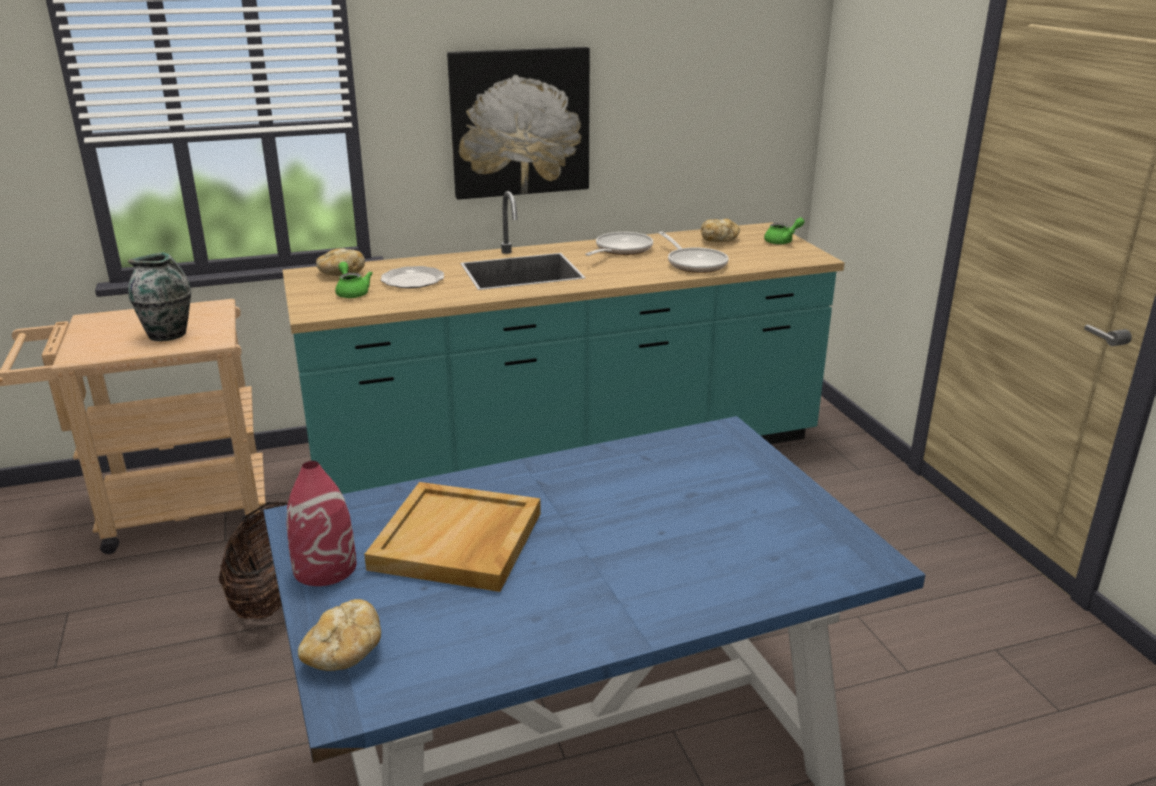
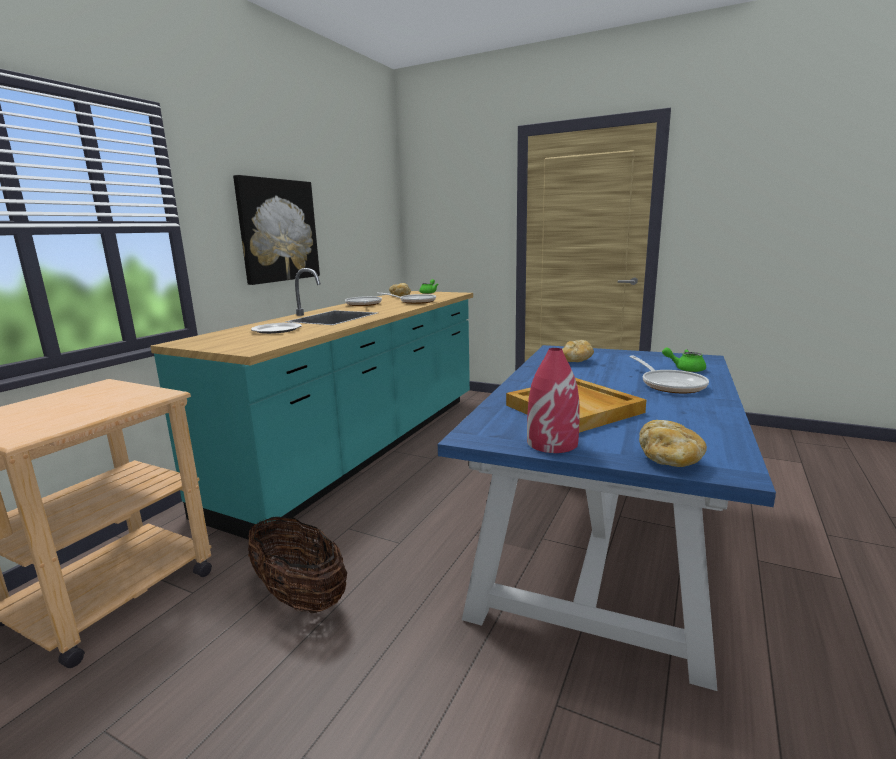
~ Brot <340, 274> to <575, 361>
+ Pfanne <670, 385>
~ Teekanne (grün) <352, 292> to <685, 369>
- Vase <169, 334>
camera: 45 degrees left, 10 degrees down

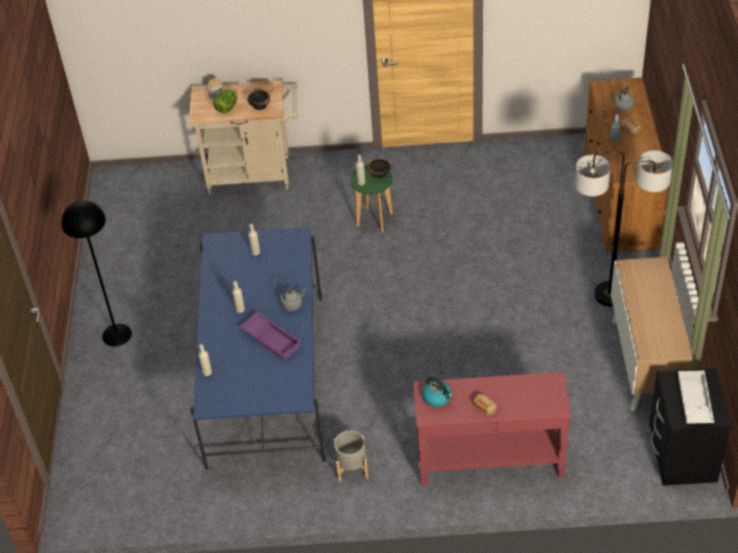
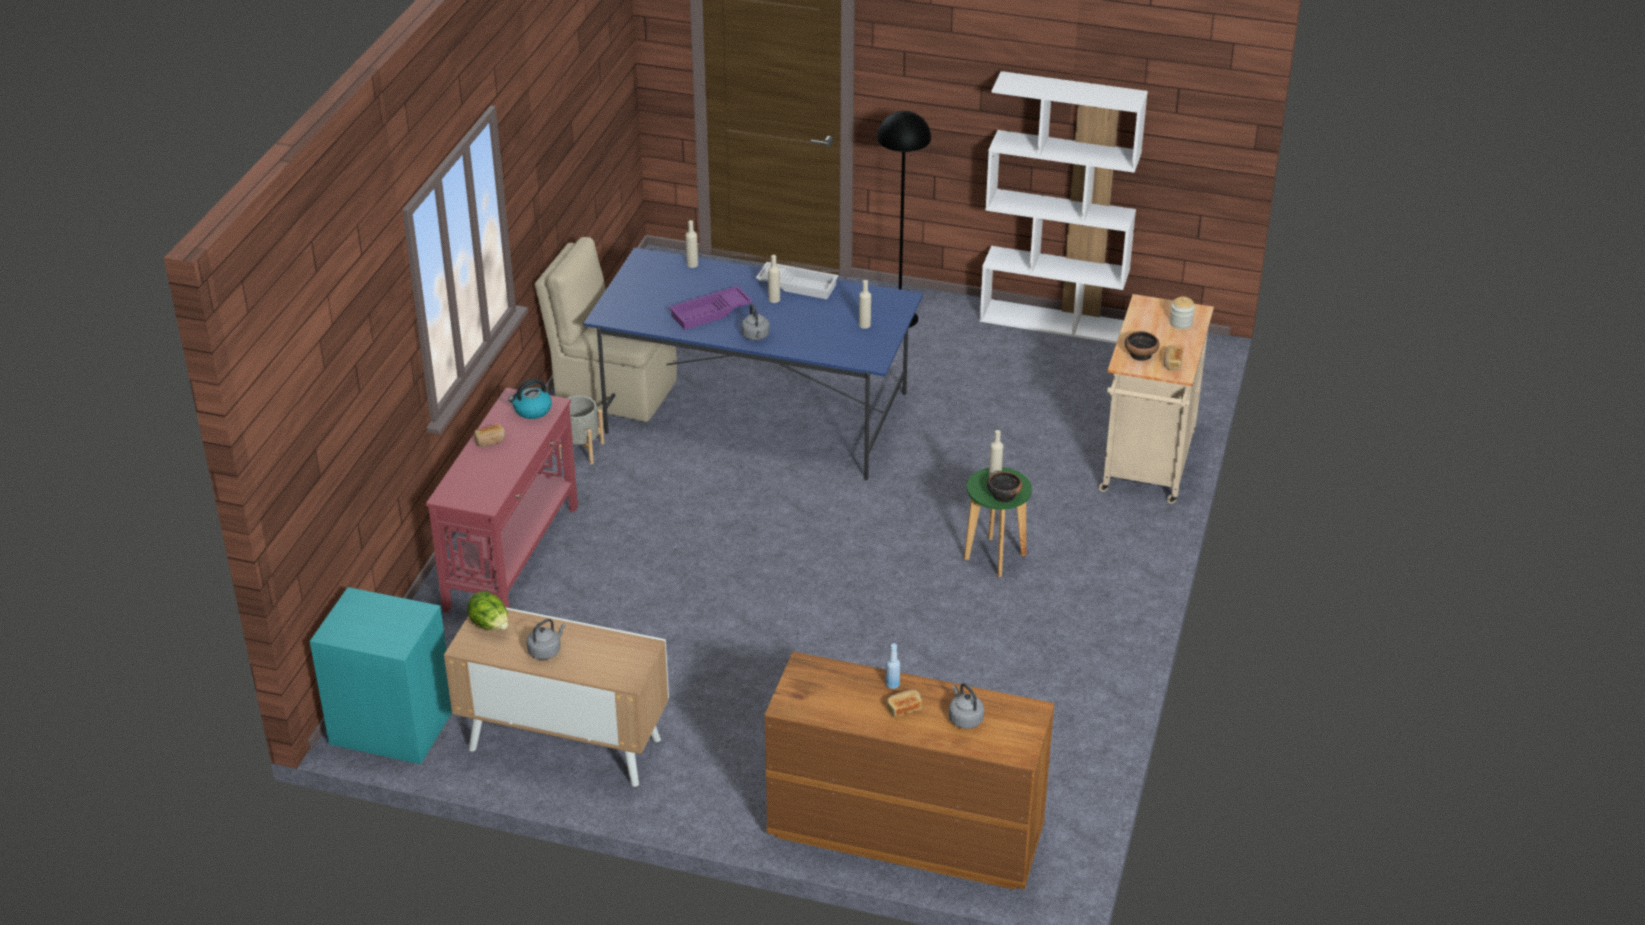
~ Nachttisch (schwarz) <681, 455> to Nachttisch (türkis) <392, 725>
~ Salatkopf <227, 107> to <490, 625>
+ Wasserkessel (grau) <546, 651>
+ Stuhl (beige) <613, 390>
~ Tablett (weiß) <693, 401> to <798, 284>
+ Bücherregal (weiß) <1053, 321>
- Stehlampe <610, 295>
camera: 105 degrees right, 10 degrees down

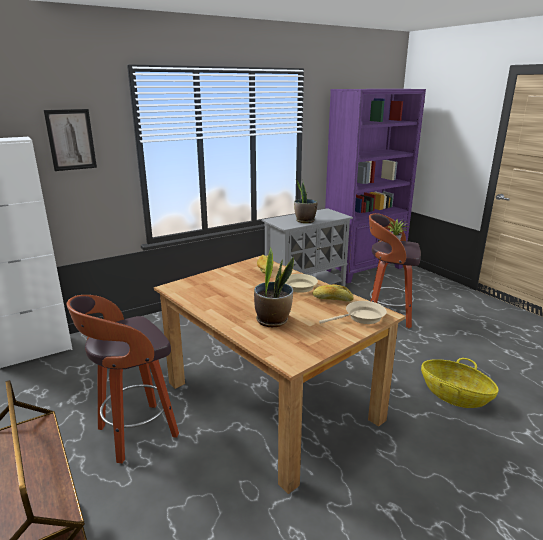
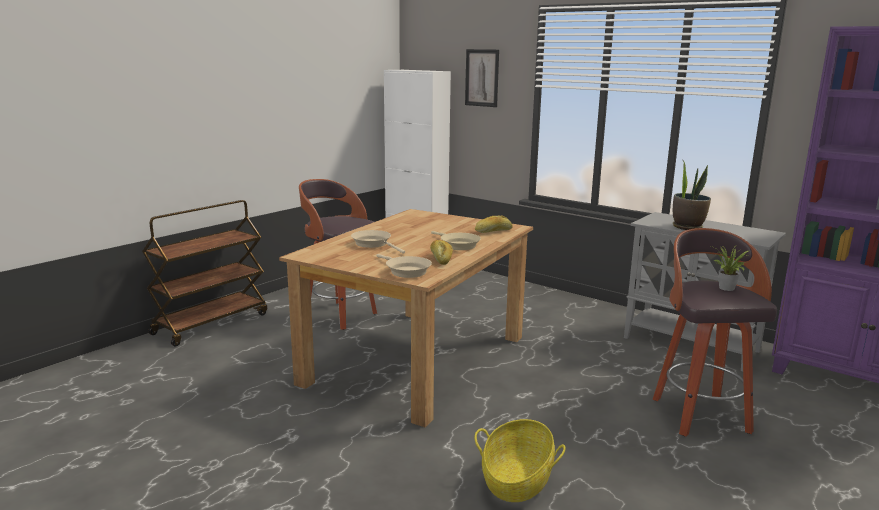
~ Topfpflanze <273, 320> to Pfanne (beige) <374, 244>
camera: 70 degrees right, 5 degrees down

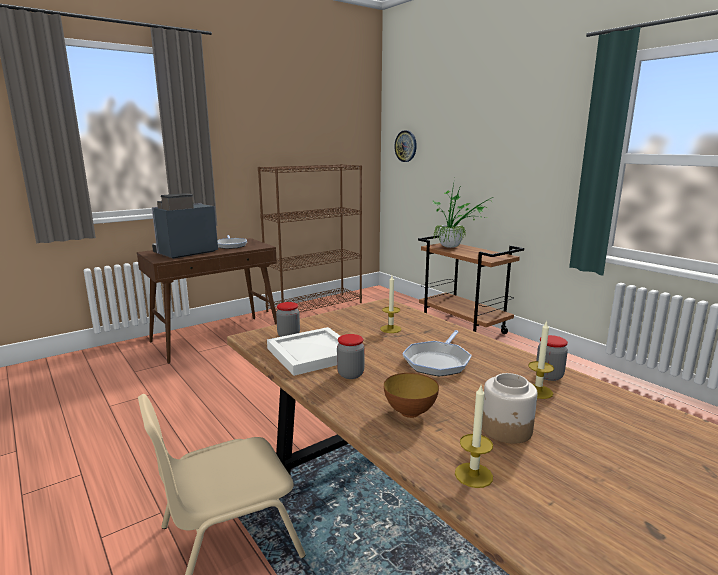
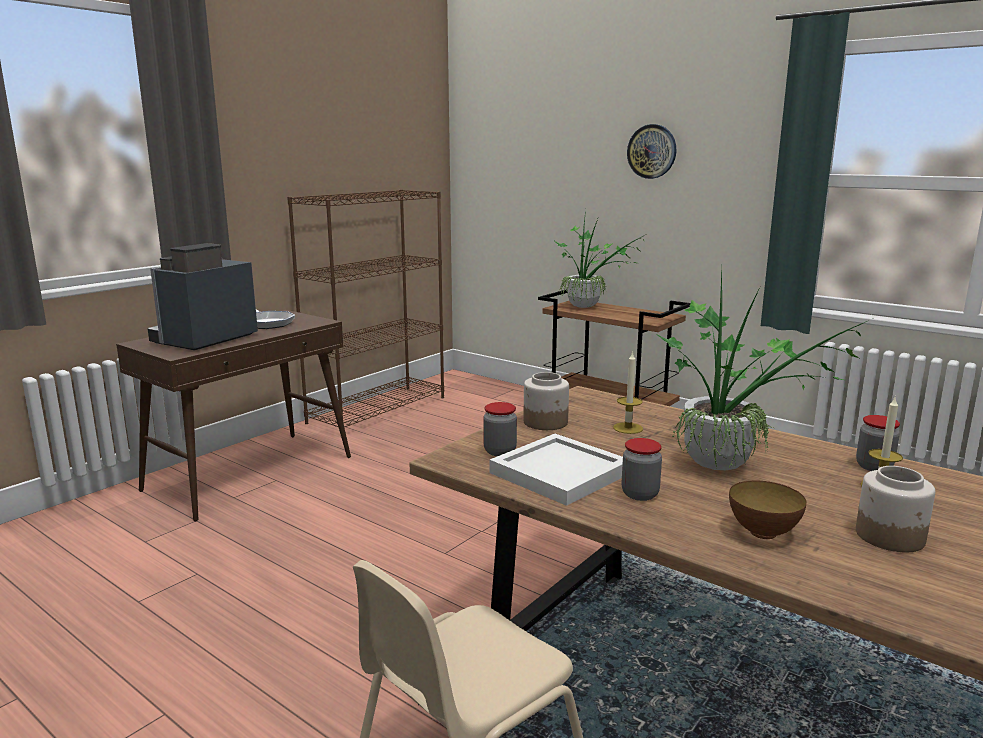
+ Vorratsglas <546, 422>
~ Wanduhr <406, 146> to <652, 151>
~ Pfanne <438, 361> to Topfpflanze <730, 464>
- Kerze <473, 475>
camera: 15 degrees left, 0 degrees up

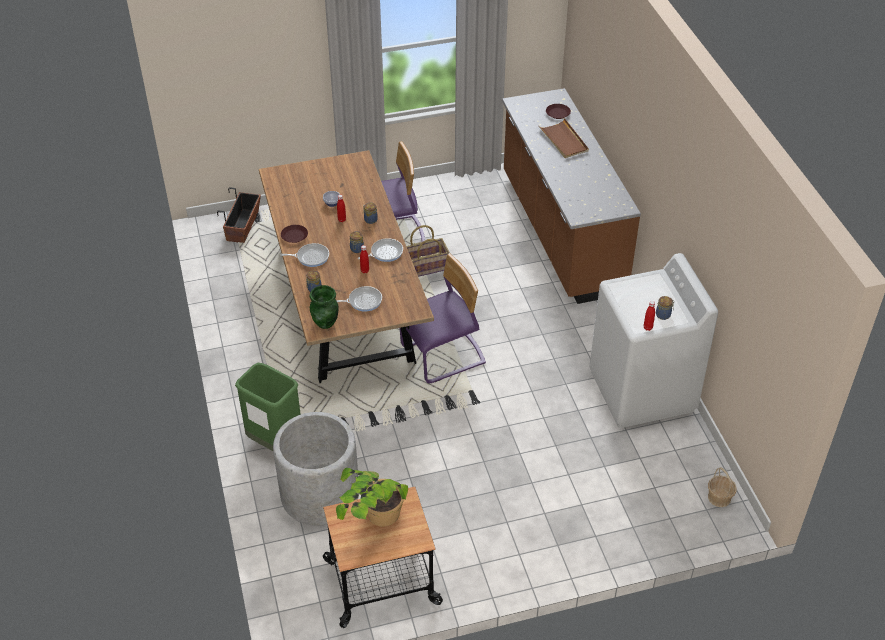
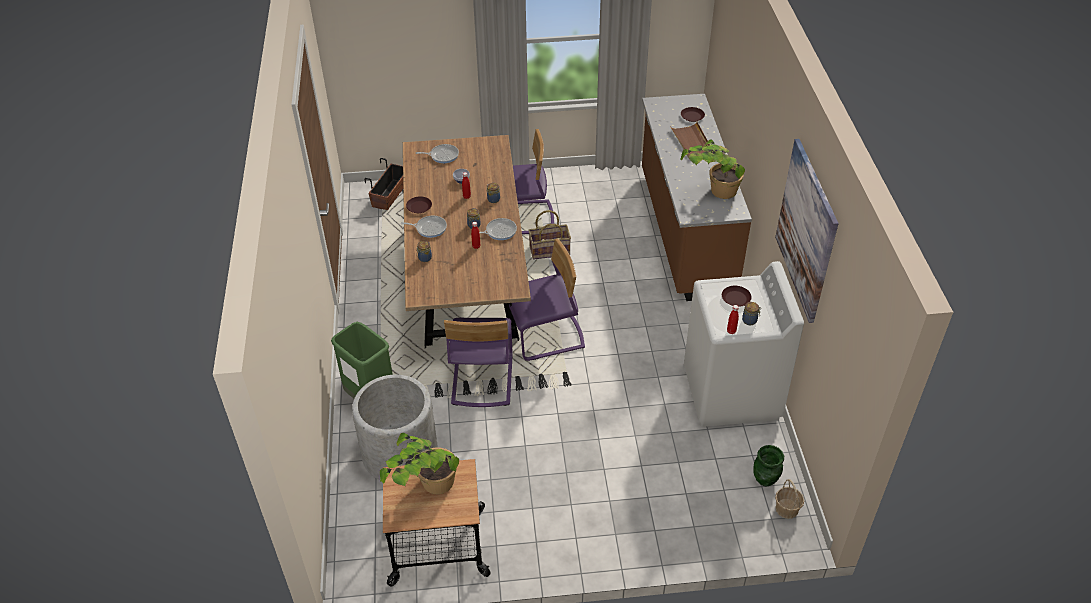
~ Pfanne <363, 301> to <442, 155>
+ Stuhl (lila) <481, 379>
+ Topfpflanze <710, 193>
+ Teller (braun) <736, 299>
~ Vase (grün) <326, 323> to <765, 479>
+ Bild <806, 230>
camera: 10 degrees right, 0 degrees up

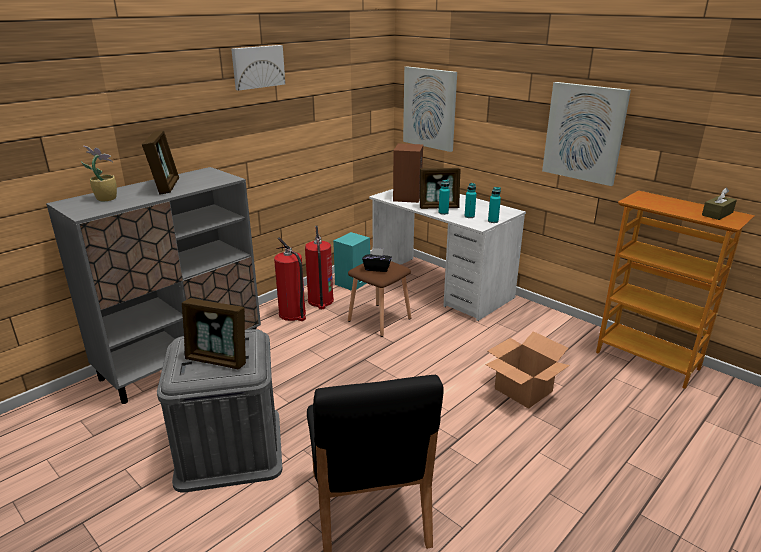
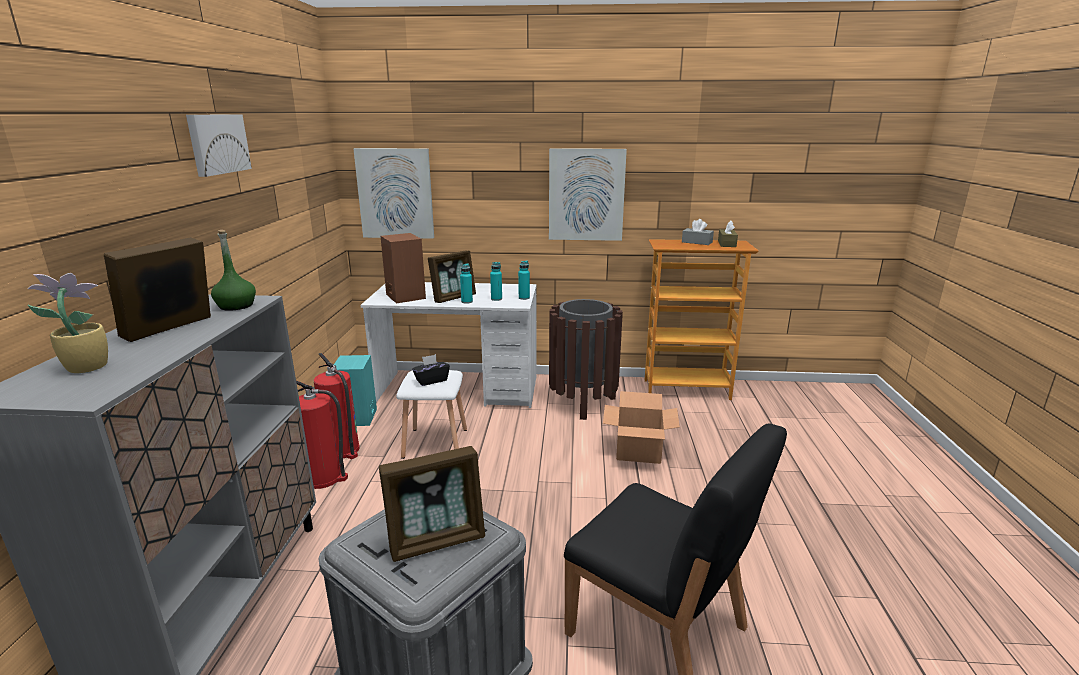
~ Bilderrahmen <166, 187> = <171, 329> 105 degrees counterclockwise
+ Flasche (grün) <236, 306>
~ Hocker (braun) <378, 319> to Hocker (weiß) <434, 443>
+ Mülleimer (braun) <583, 402>
+ Taschentuchbox (grau) <697, 242>
camera: 40 degrees left, 5 degrees down

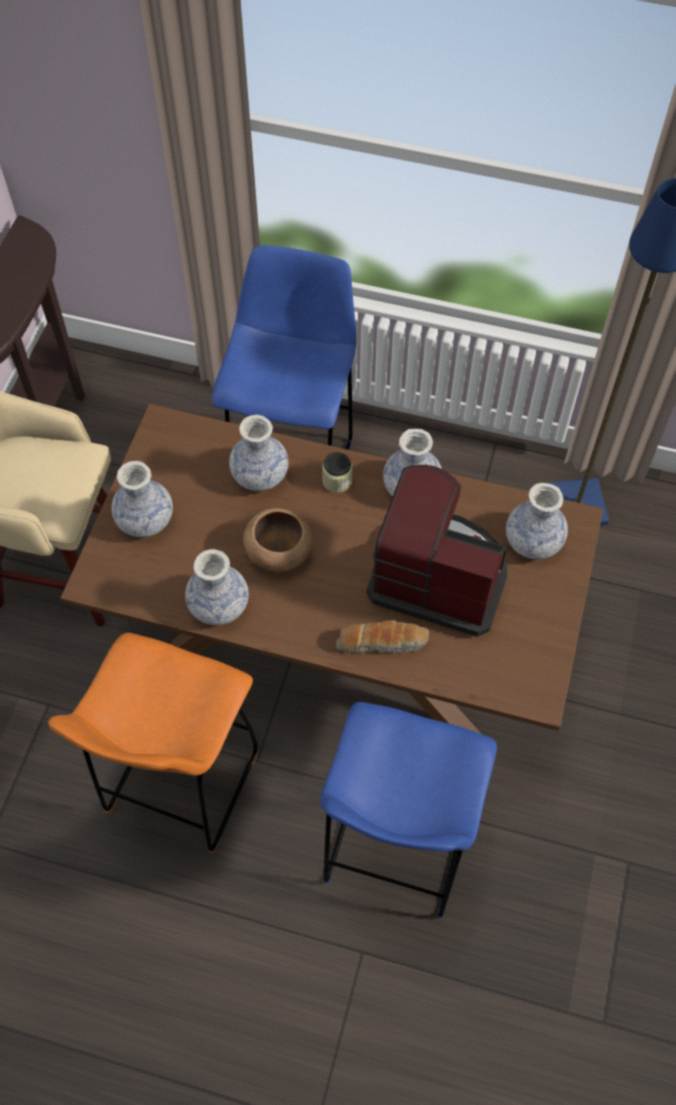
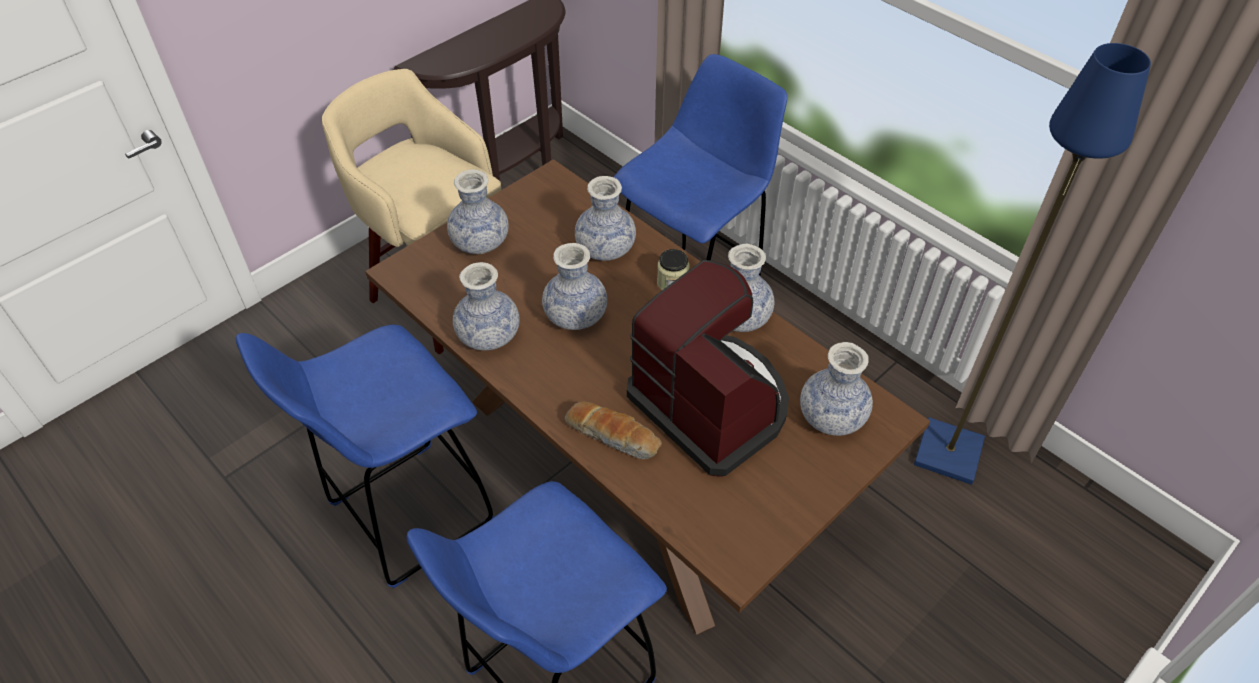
~ Hocker (orange) <180, 786> to Hocker (blau) <406, 515>
~ Schüssel (braun) <279, 551> to Vase <575, 316>
camera: 30 degrees right, 10 degrees down

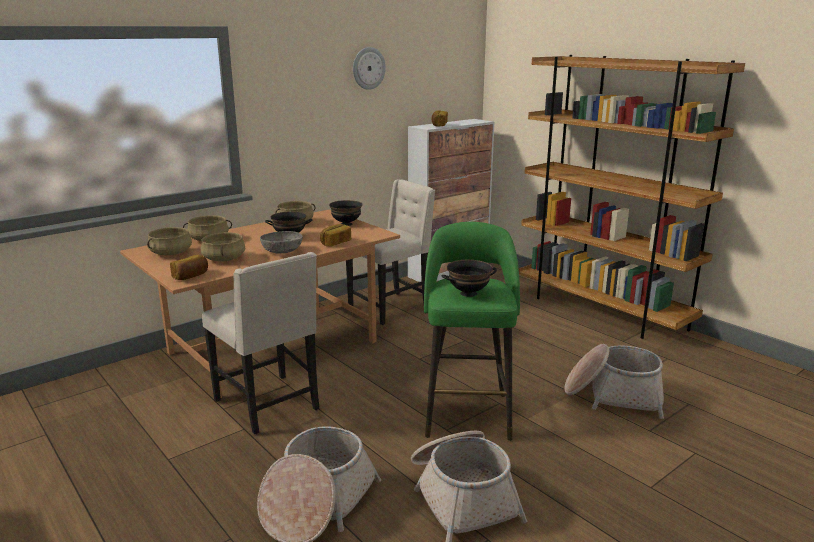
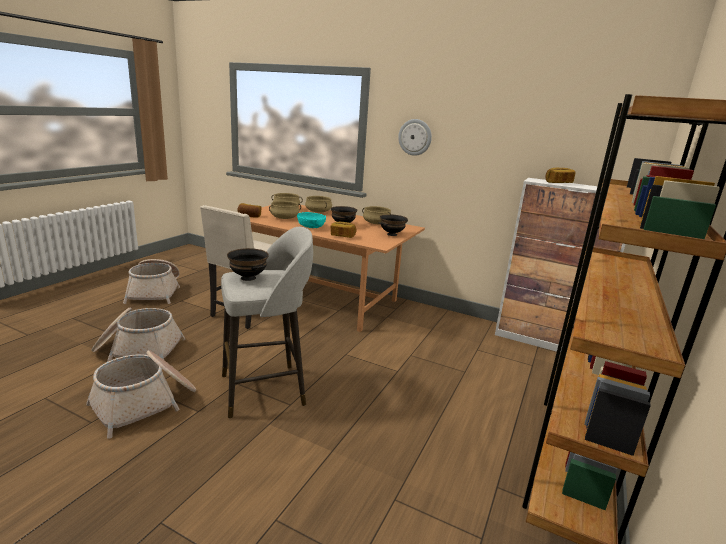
~ Korb <613, 395> to <155, 292>
~ Hocker (grün) <467, 413> to Hocker (grau) <266, 390>
~ Schüssel (grau) <282, 251> to Schüssel (türkis) <311, 226>
~ Wanduhr <368, 68> to <415, 137>
- Stuhl (beige) <390, 307>
camera: 65 degrees right, 0 degrees up

